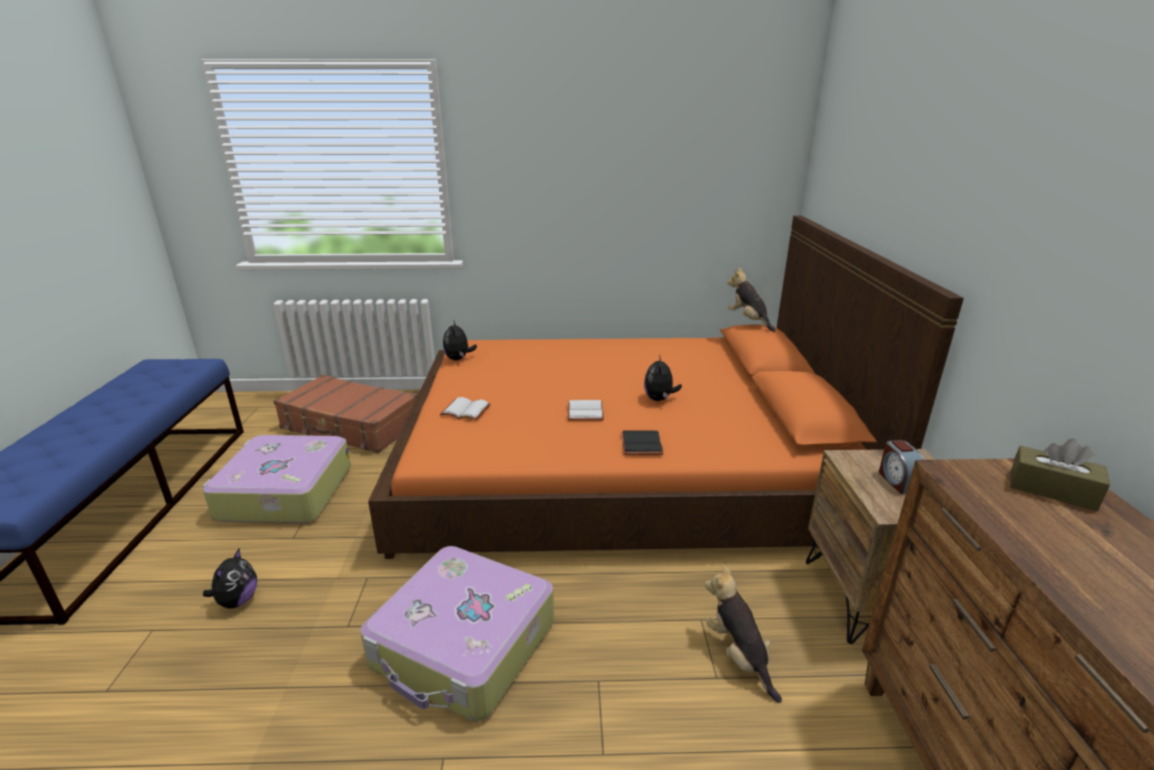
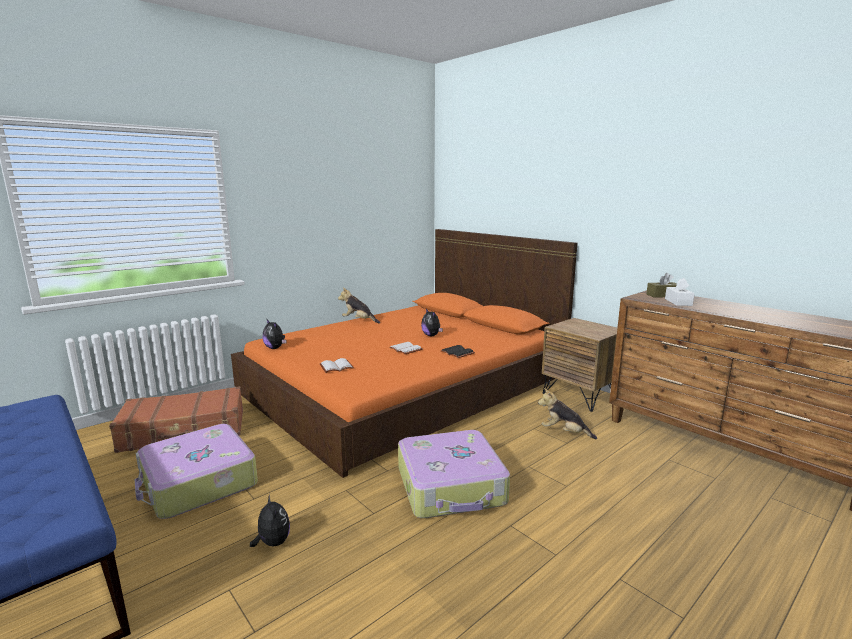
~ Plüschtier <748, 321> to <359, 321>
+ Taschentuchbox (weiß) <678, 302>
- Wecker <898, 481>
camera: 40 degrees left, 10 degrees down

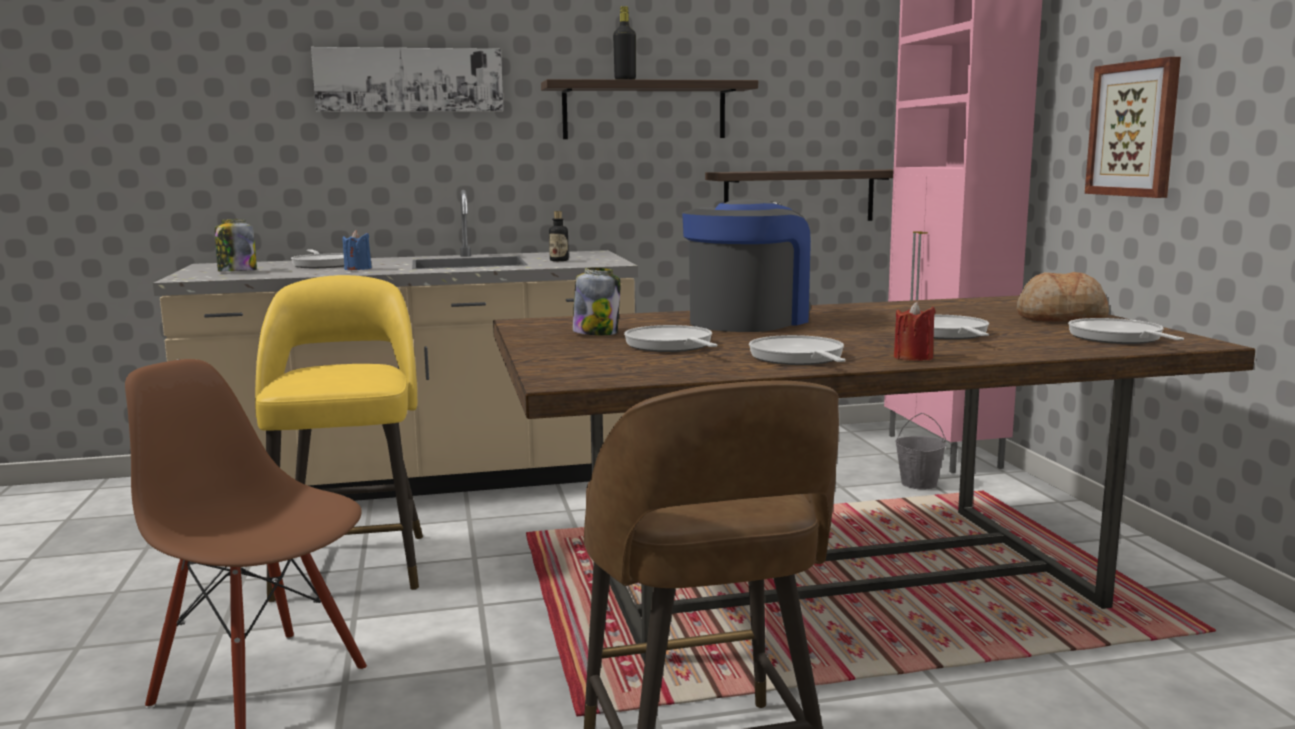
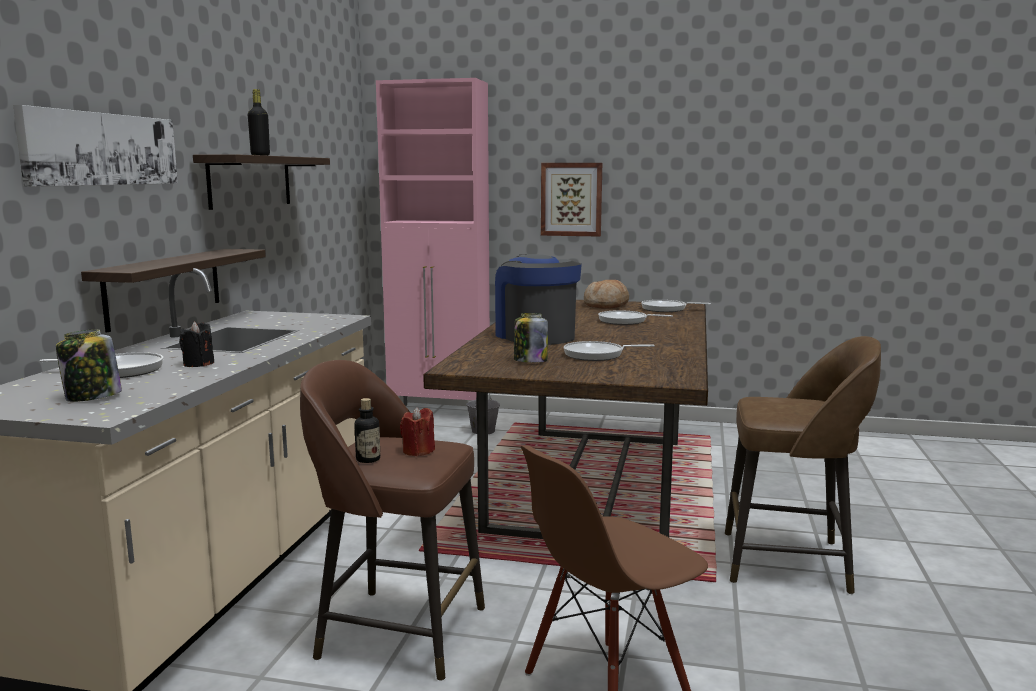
~ Wandregal <799, 196> to <164, 287>
~ Kerze (blau) <358, 269> to Kerze (schwarz) <198, 364>
~ Hocker (gelb) <352, 564> to Hocker (braun) <397, 631>
~ Flasche <559, 260> to <368, 459>
~ Kerze (rot) <913, 358> to <418, 451>
- Pfanne <798, 358>
camera: 65 degrees left, 0 degrees up

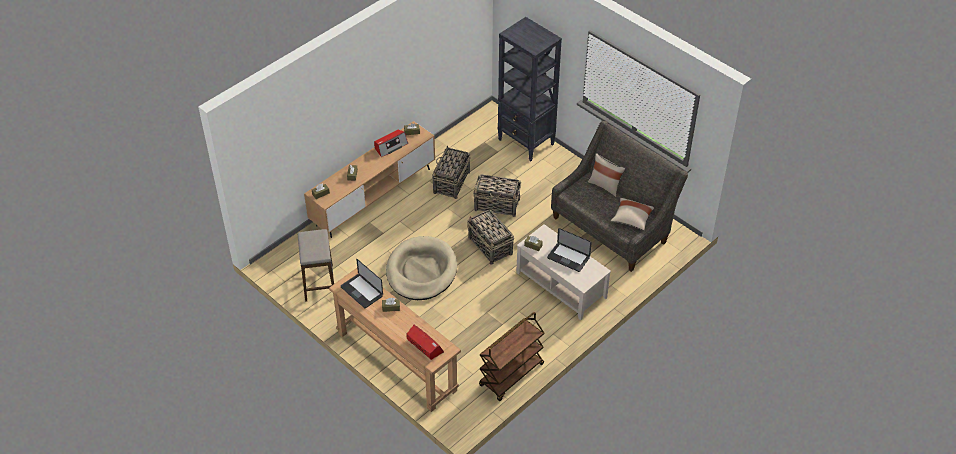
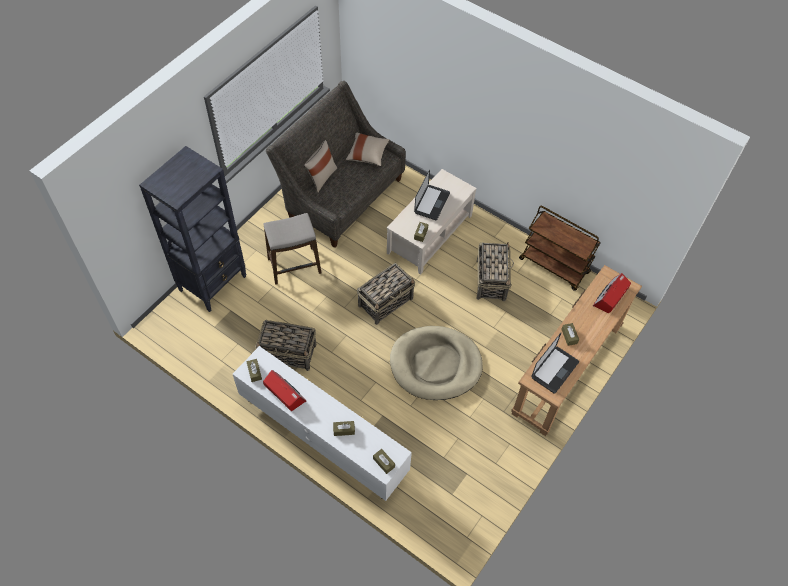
~ Fernsehschrank (braun) <374, 197> to Fernsehschrank (weiß) <323, 437>
~ Hocker <319, 283> to <294, 266>
~ Korb <497, 205> to <491, 279>
camera: 100 degrees left, 10 degrees up

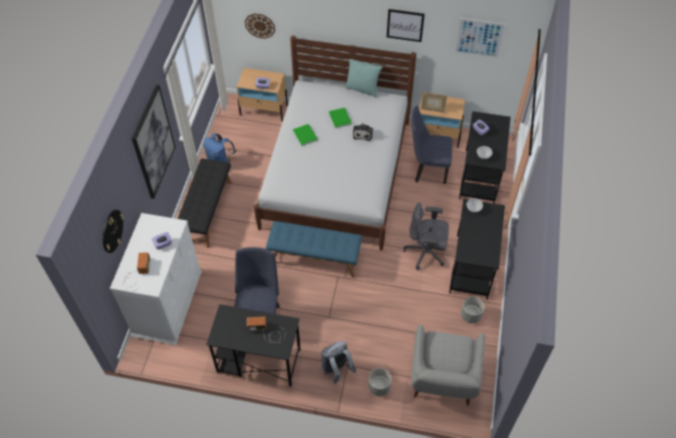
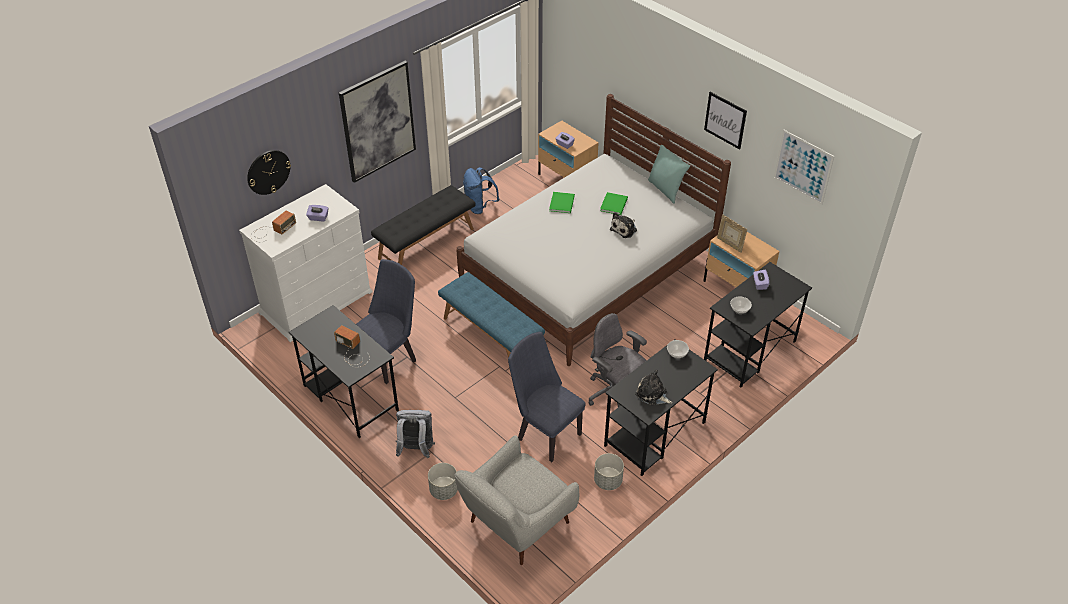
~ Stuhl (blau) <427, 170> to <545, 433>
+ Plüschtier <652, 394>
- Wanduhr <260, 25>
camera: 35 degrees right, 10 degrees down

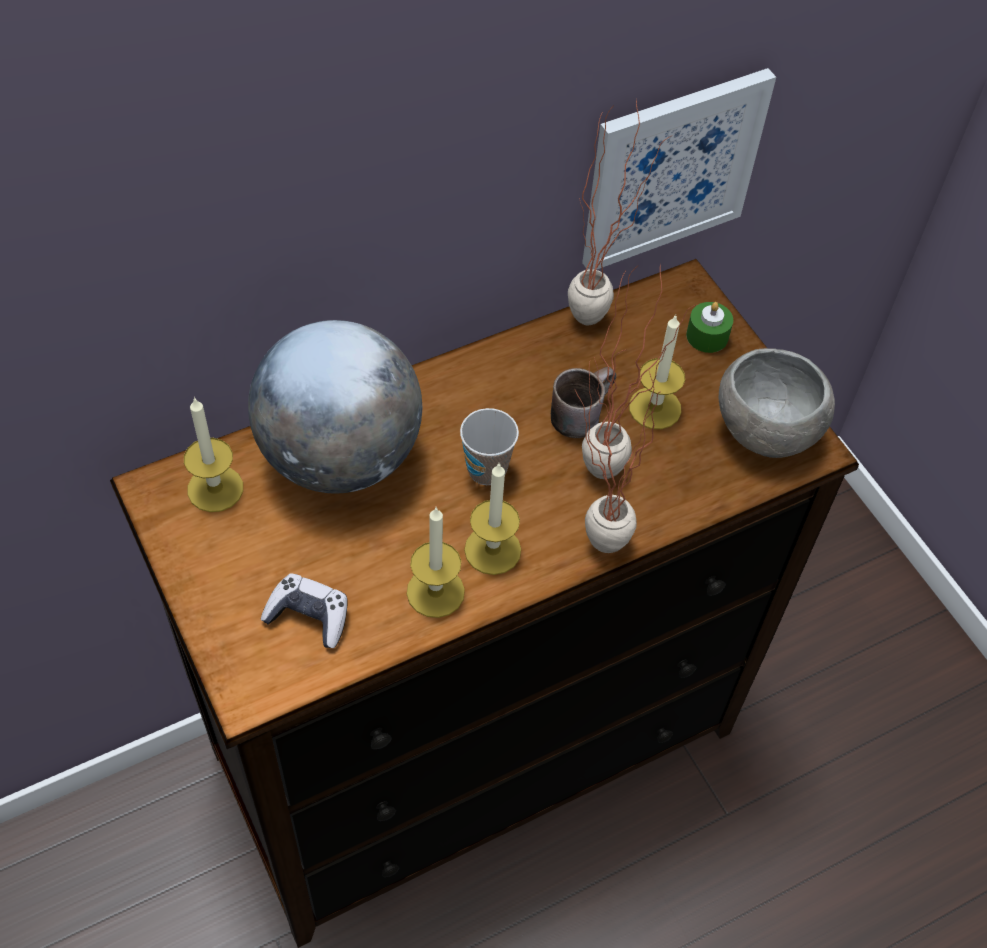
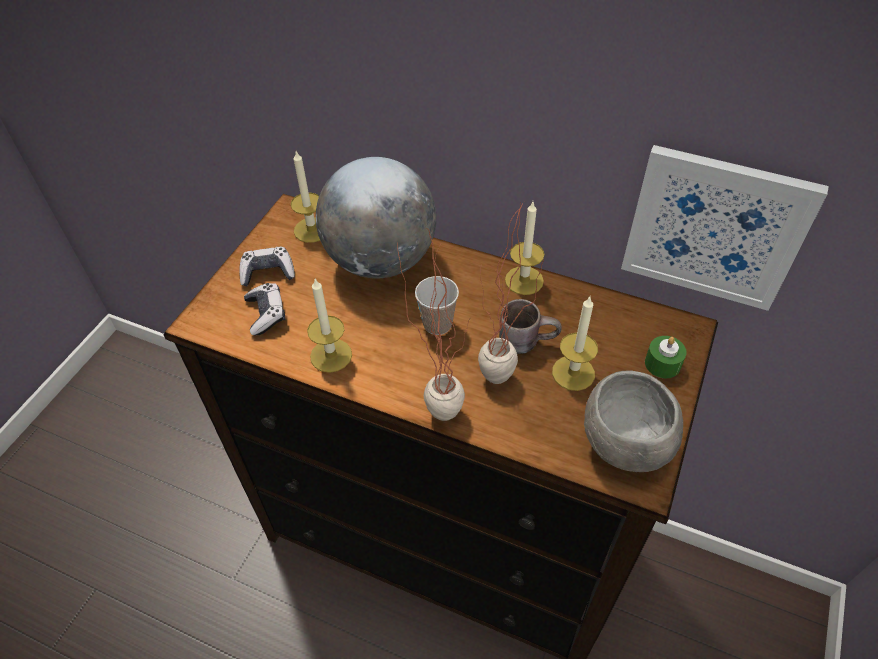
+ Gamepad <268, 272>
~ Kerze <492, 550> to <524, 280>
- Topfpflanze <600, 322>
camera: 55 degrees right, 5 degrees down

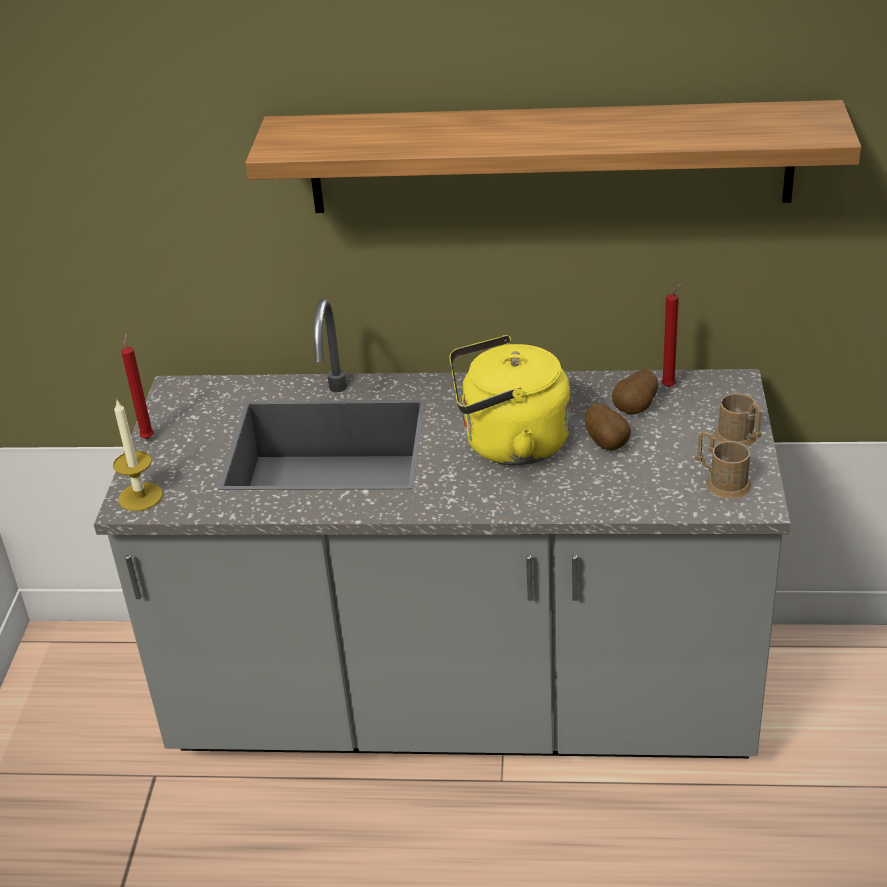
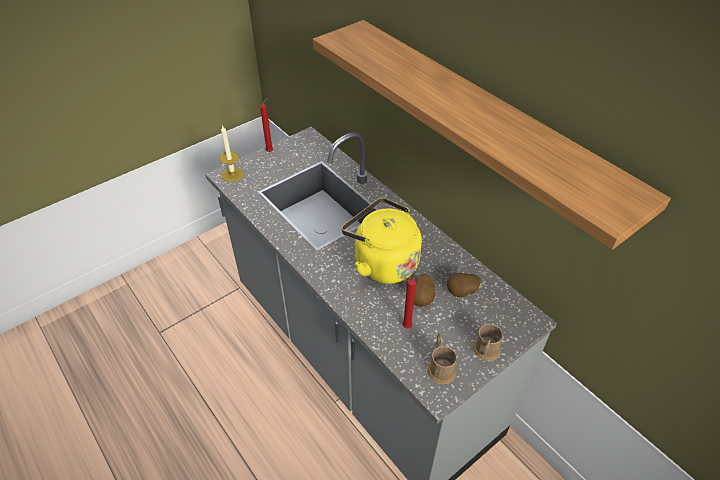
~ Kerze (rot) <670, 386> to <408, 327>
camera: 45 degrees right, 10 degrees up

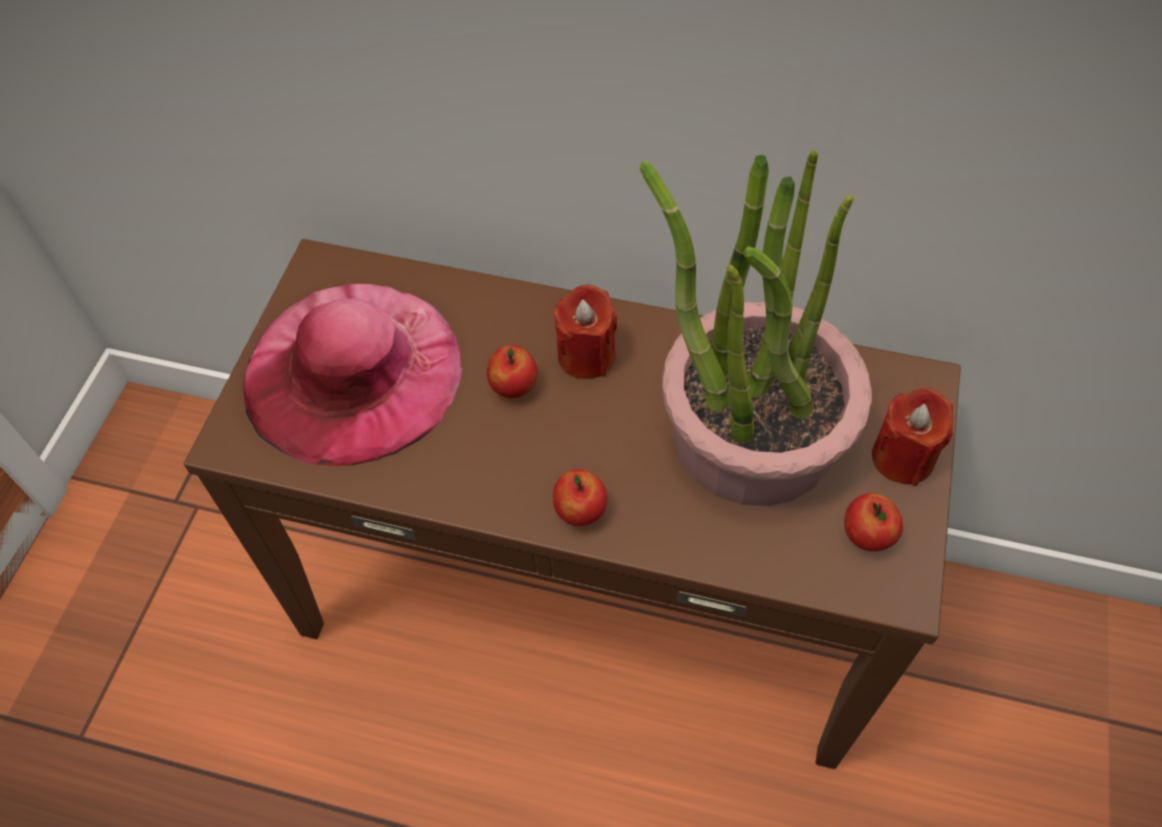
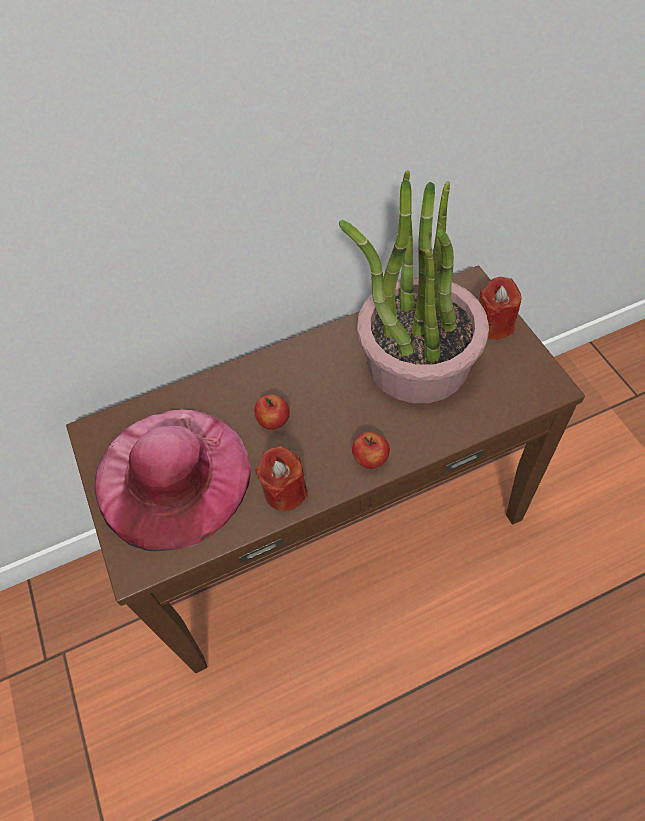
~ Kerze (rot) <586, 355> to <285, 491>
- Apfel <867, 536>
camera: 35 degrees left, 0 degrees up

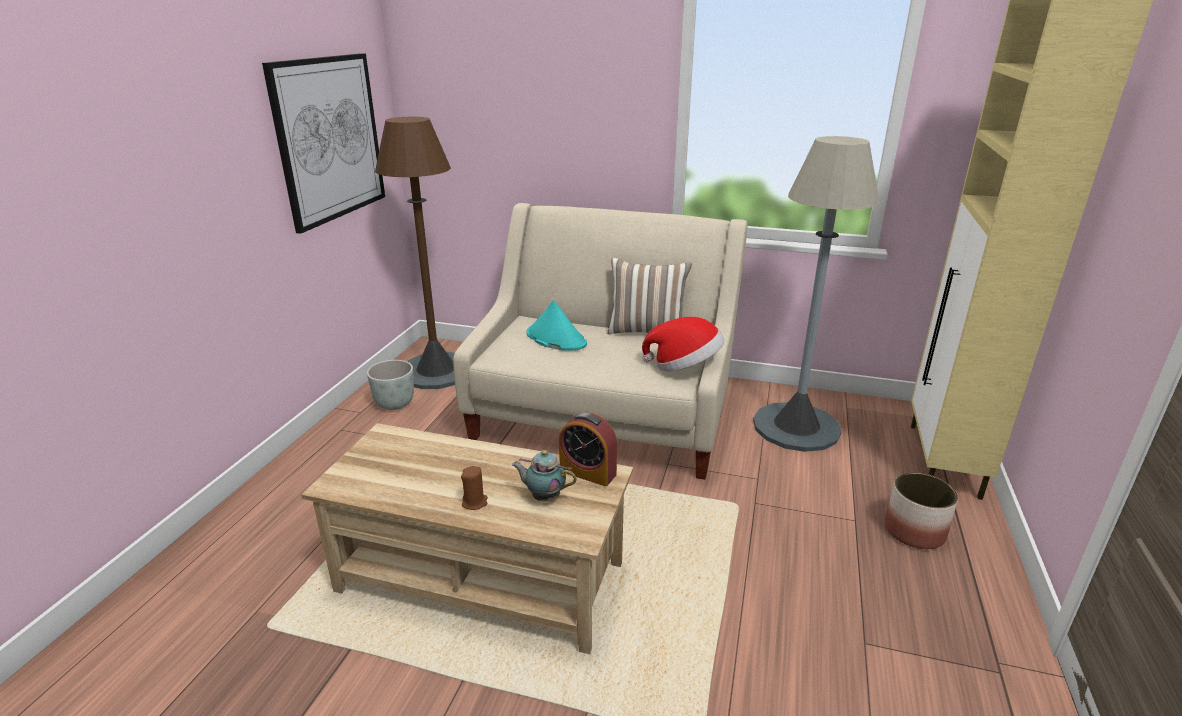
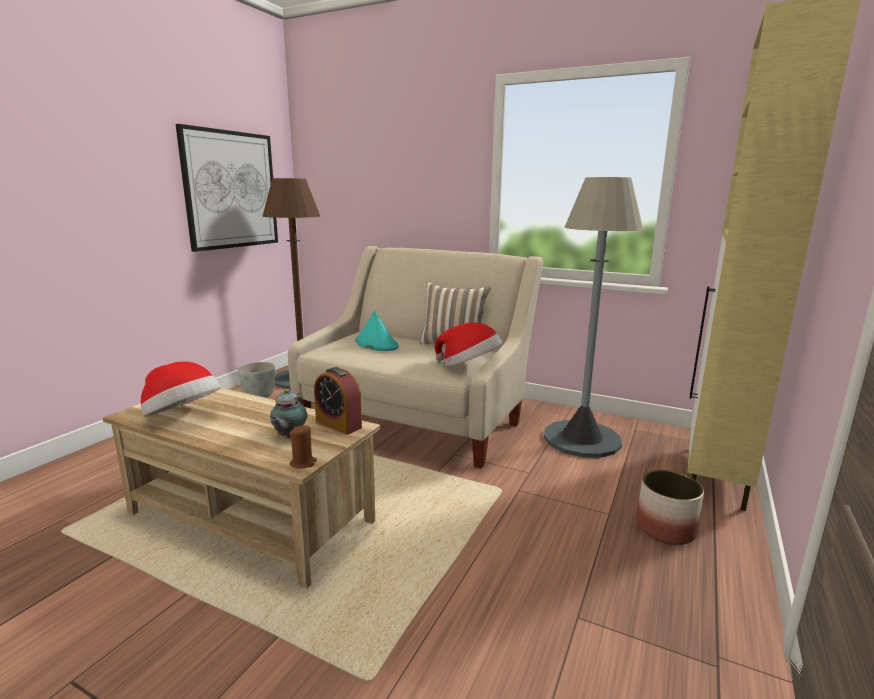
+ Hut <182, 417>
~ Teekanne <544, 497> = <289, 436> 105 degrees counterclockwise
~ Kerze (braun) <475, 502> to <303, 463>
camera: 10 degrees right, 10 degrees down

